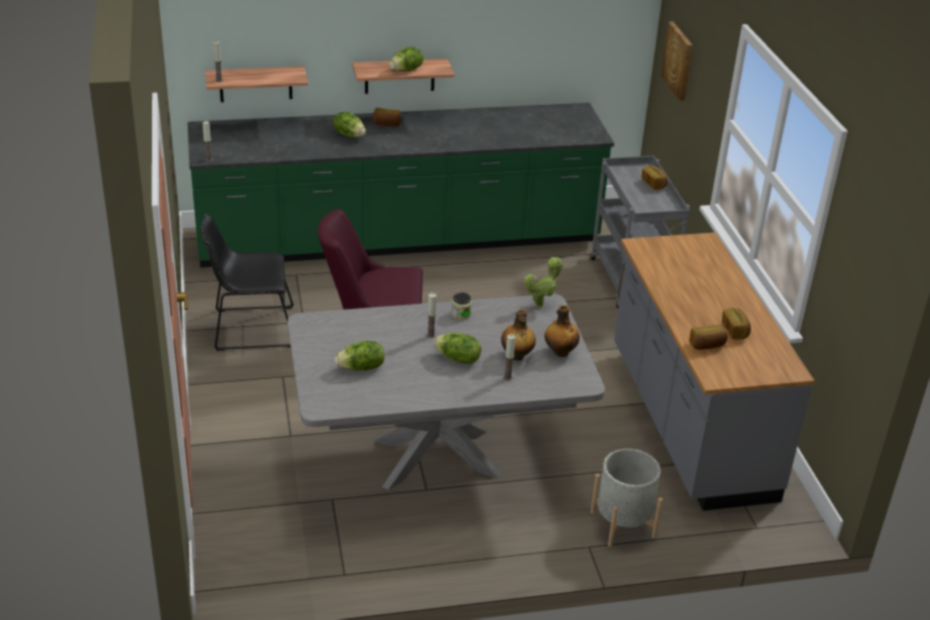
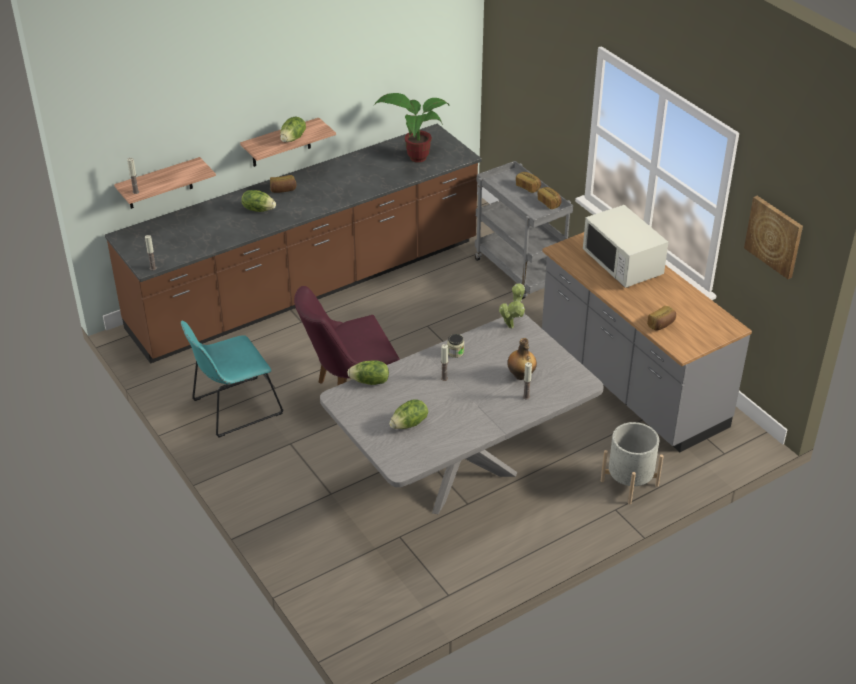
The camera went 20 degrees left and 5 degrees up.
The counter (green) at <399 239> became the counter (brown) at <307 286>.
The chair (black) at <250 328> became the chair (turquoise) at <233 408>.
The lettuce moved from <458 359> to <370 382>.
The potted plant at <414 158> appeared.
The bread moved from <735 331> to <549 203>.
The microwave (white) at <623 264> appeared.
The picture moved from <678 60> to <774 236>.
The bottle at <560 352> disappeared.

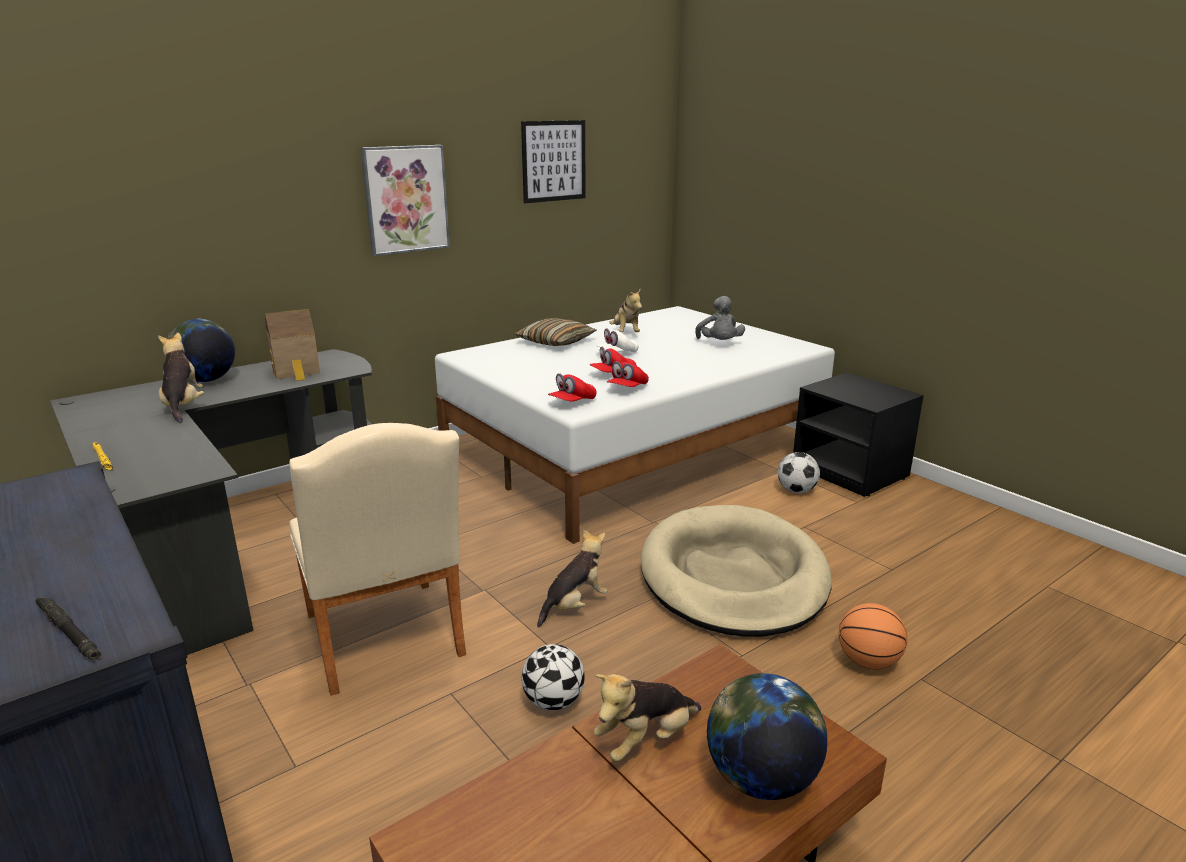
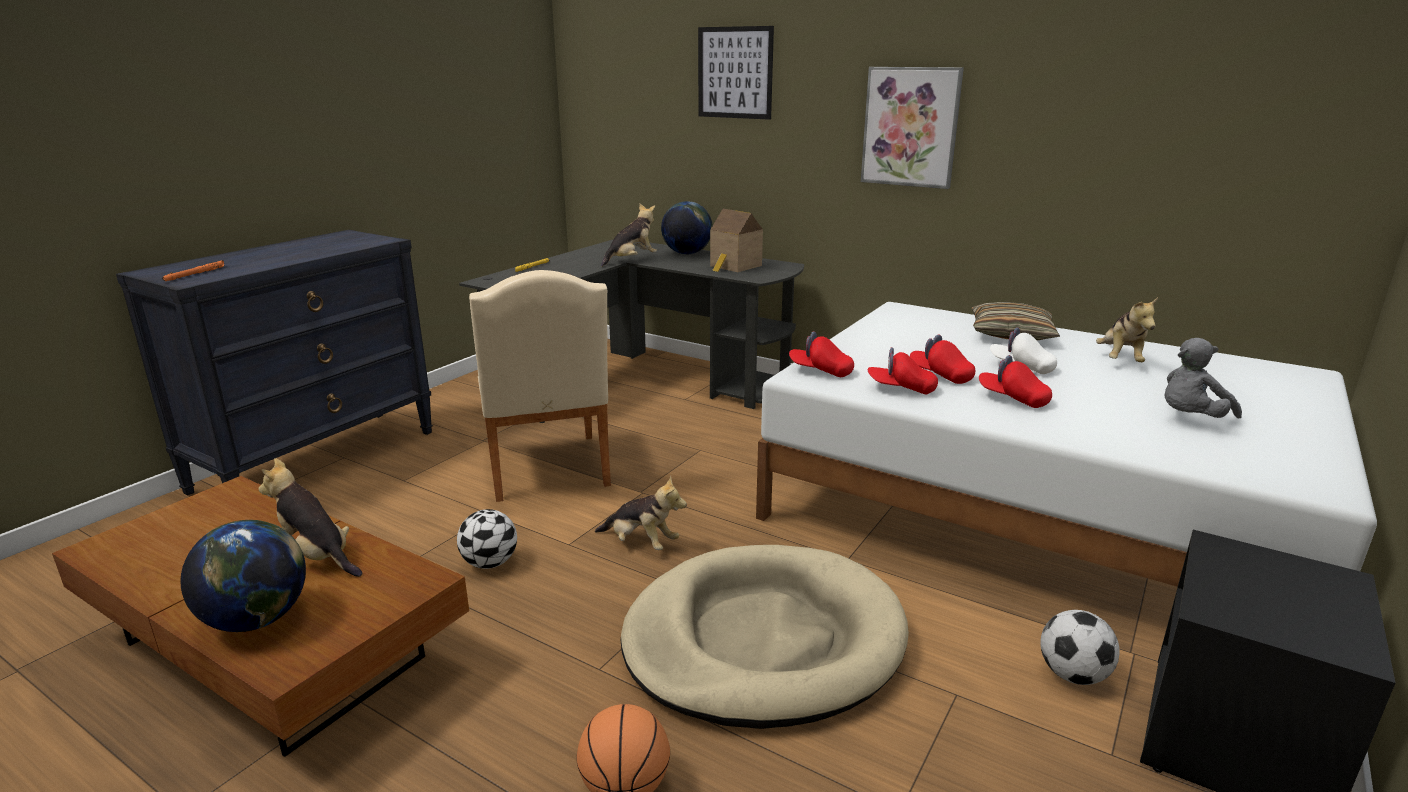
The camera went 70 degrees right and 0 degrees up.
The flashlight (black) at <68 632> became the flashlight (orange) at <196 274>.
The chair (beige) at <386 641> turned 60 degrees counterclockwise.
The picture moved from <554 161> to <735 73>.
The cap (red) at <1013 399> appeared.
The plush toy at <625 333> turned 45 degrees counterclockwise.

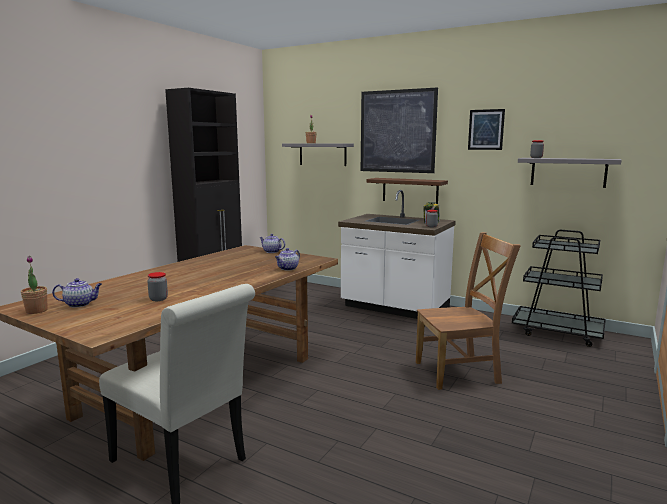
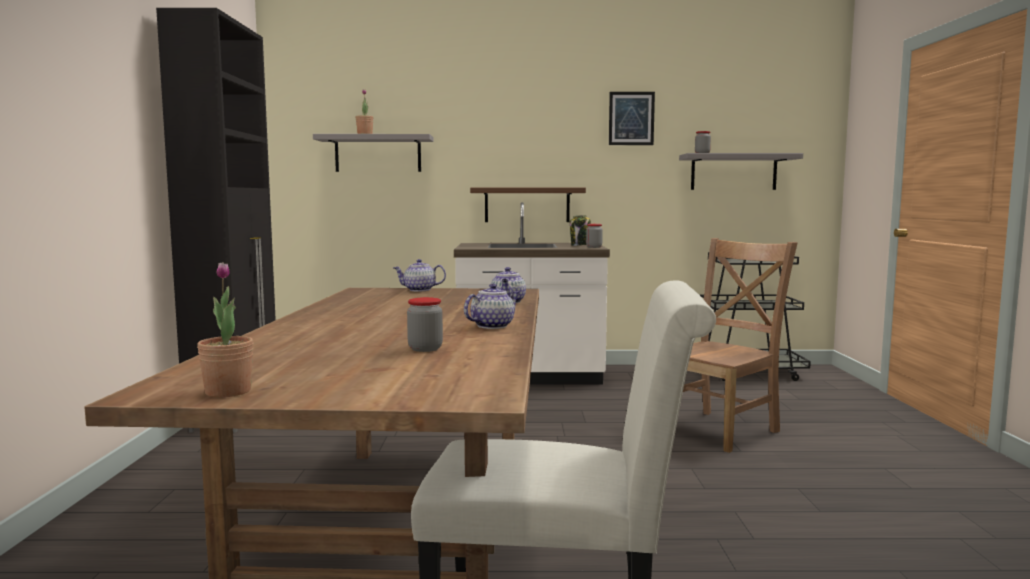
The camera went 30 degrees left and 5 degrees down.
The teapot moved from <80 304> to <493 326>.
The picture at <397 131> disappeared.

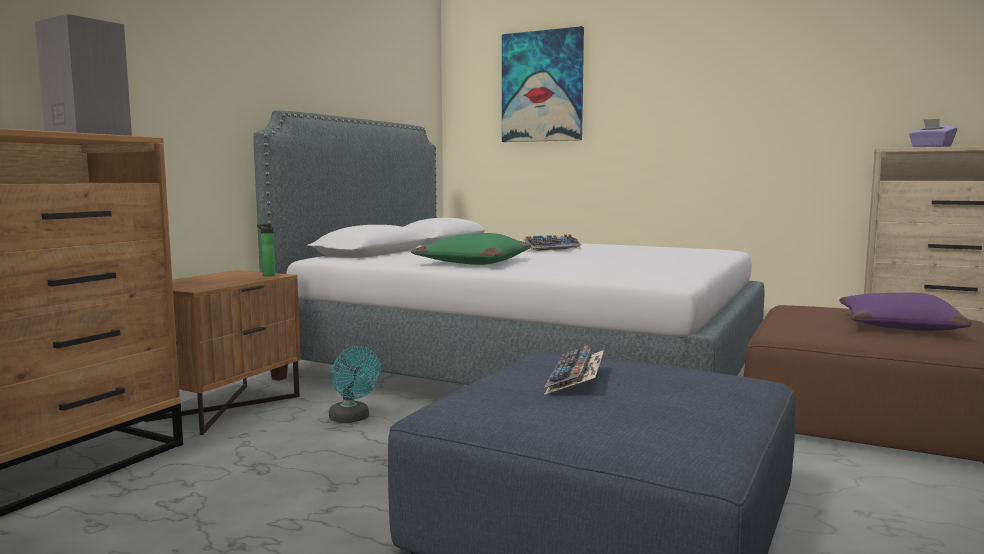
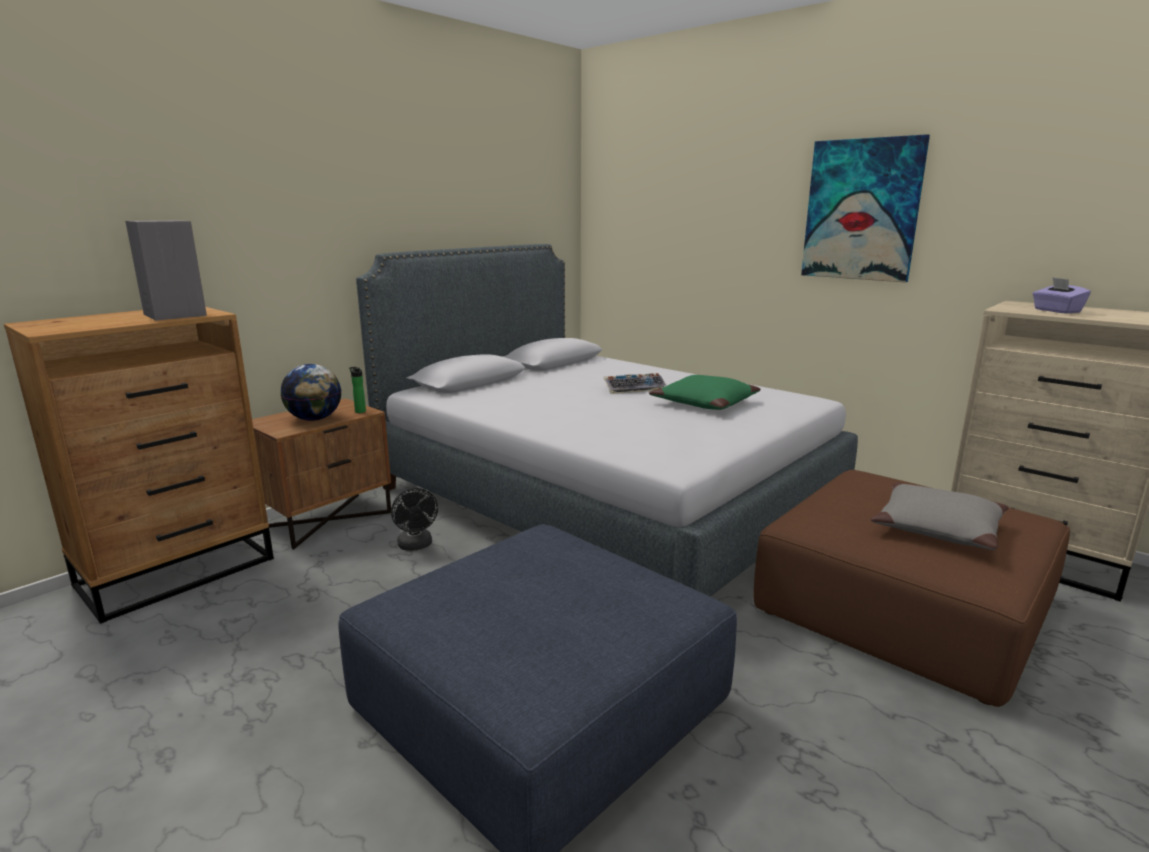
The camera went 15 degrees right and 10 degrees up.
The globe at <314 419> appeared.
The fan (turquoise) at <352 419> became the fan (black) at <416 546>.
The pillow (green) moved from <472 263> to <704 403>.
The picture moved from <542 86> to <861 210>.
The pillow (purple) at <899 326> became the pillow (grey) at <937 529>.
The keyboard at <576 381> disappeared.

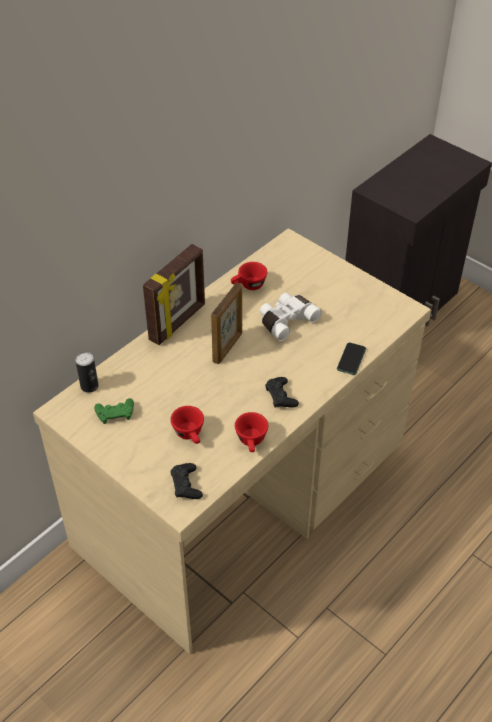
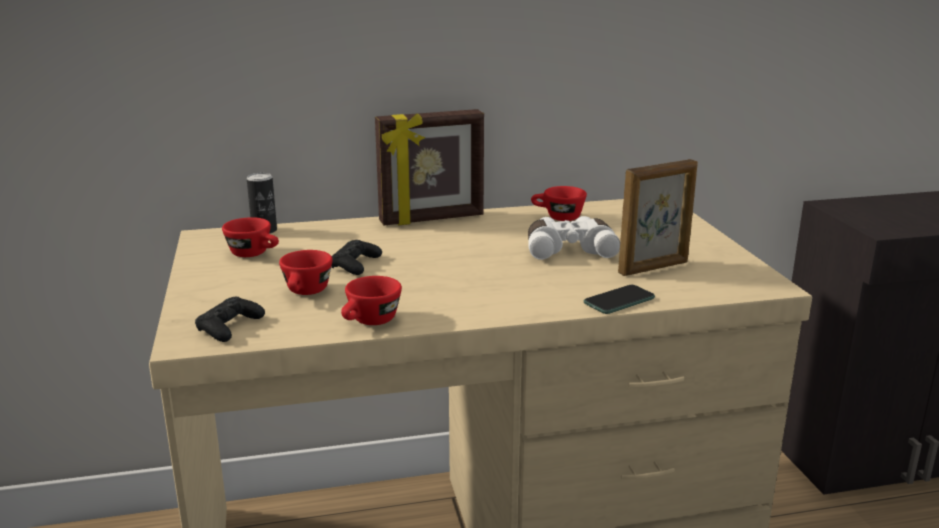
The camera went 35 degrees right and 25 degrees down.
The game controller (green) at <115 413> was replaced by the cup (red) at <255 254>.
The game controller (black) moved from <281 396> to <355 264>.
The picture frame moved from <228 347> to <654 268>.

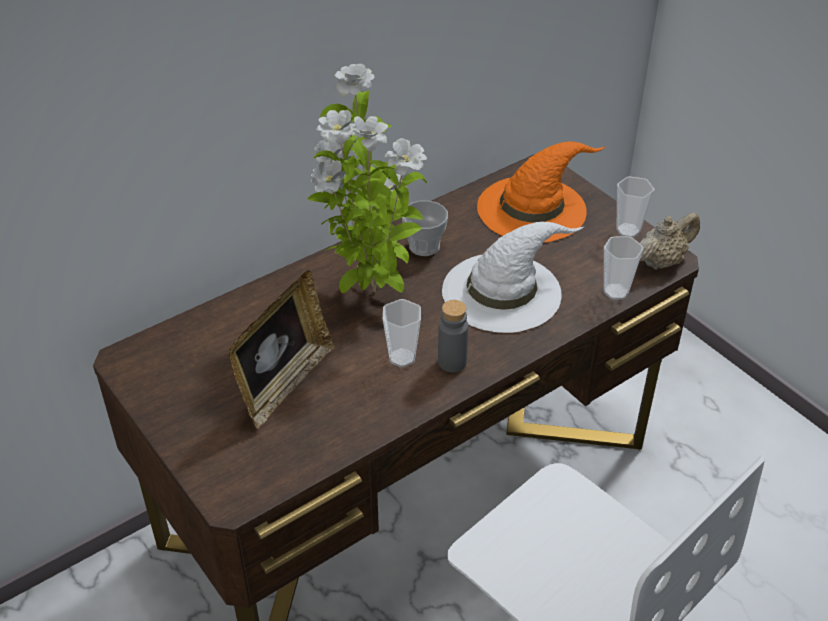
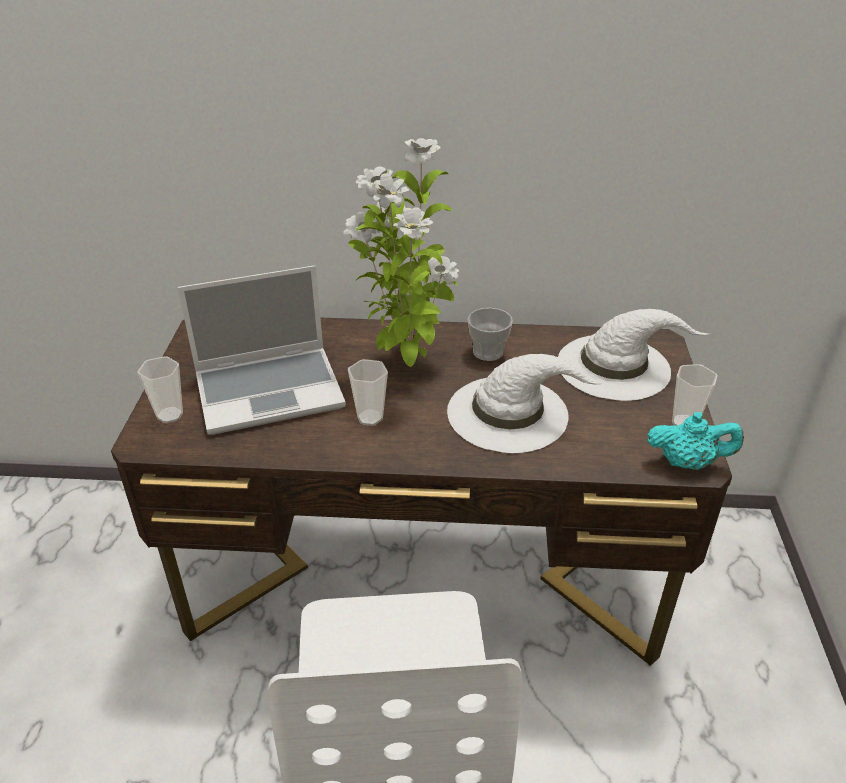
The camera went 40 degrees right and 5 degrees down.
The cup moved from <616 292> to <170 415>.
The picture frame at <284 383> was replaced by the laptop at <271 390>.
The hat (orange) at <533 208> became the hat (white) at <615 366>.
The teapot (beige) at <661 261> became the teapot (turquoise) at <687 463>.
The bottle (grey) at <452 362> disappeared.

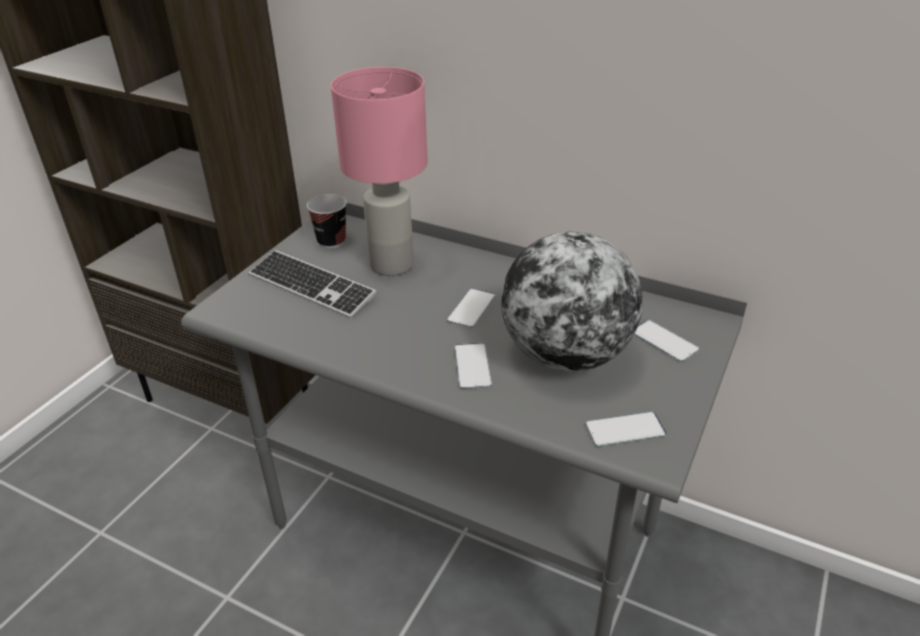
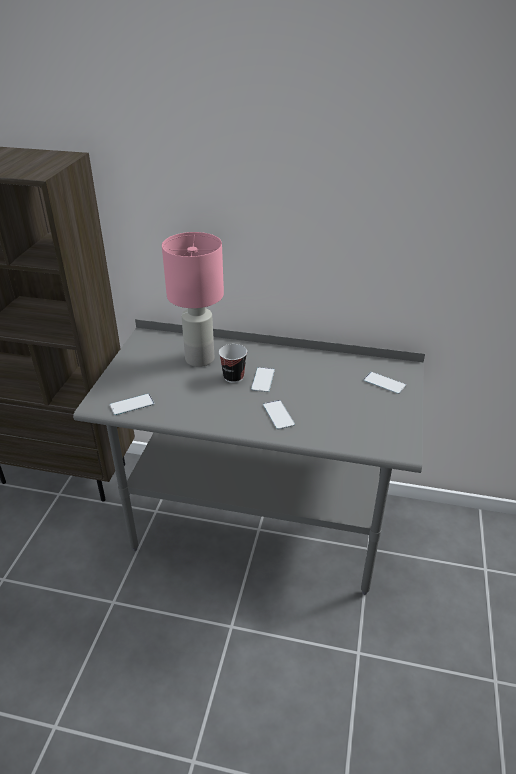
The camera went 15 degrees left and 0 degrees up.
The phone moved from <625 430> to <132 404>.
The cup moved from <331 241> to <233 377>.
The keyboard at <311 286> disappeared.
The globe at <566 355> disappeared.

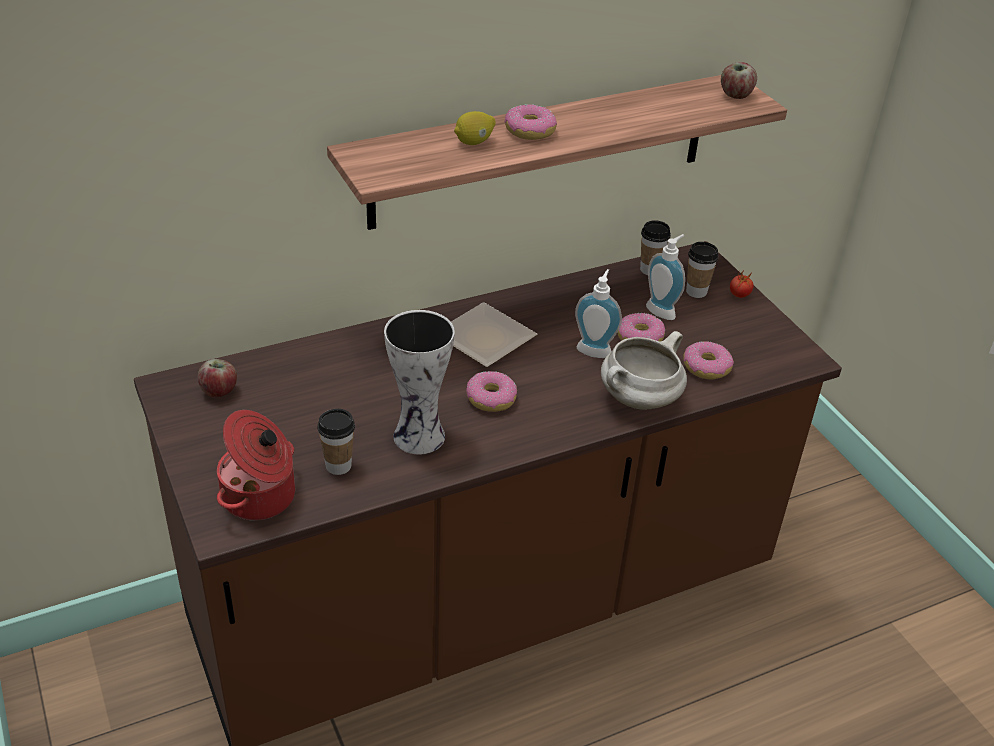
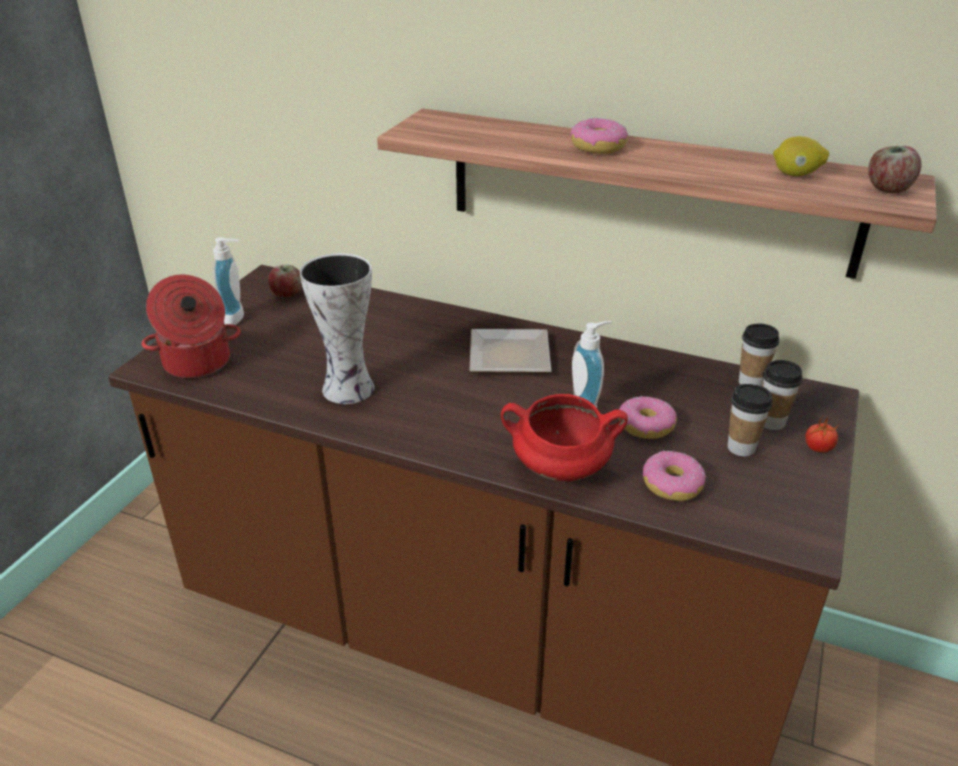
The camera went 50 degrees right and 5 degrees down.
The soap dispenser moved from <663 310> to <238 318>.
The cooking pot (white) at <639 400> became the cooking pot (red) at <559 470>.
The cup moved from <338 466> to <741 448>.
The lemon moved from <474 142> to <796 175>.
The donut at <490 398> disappeared.

